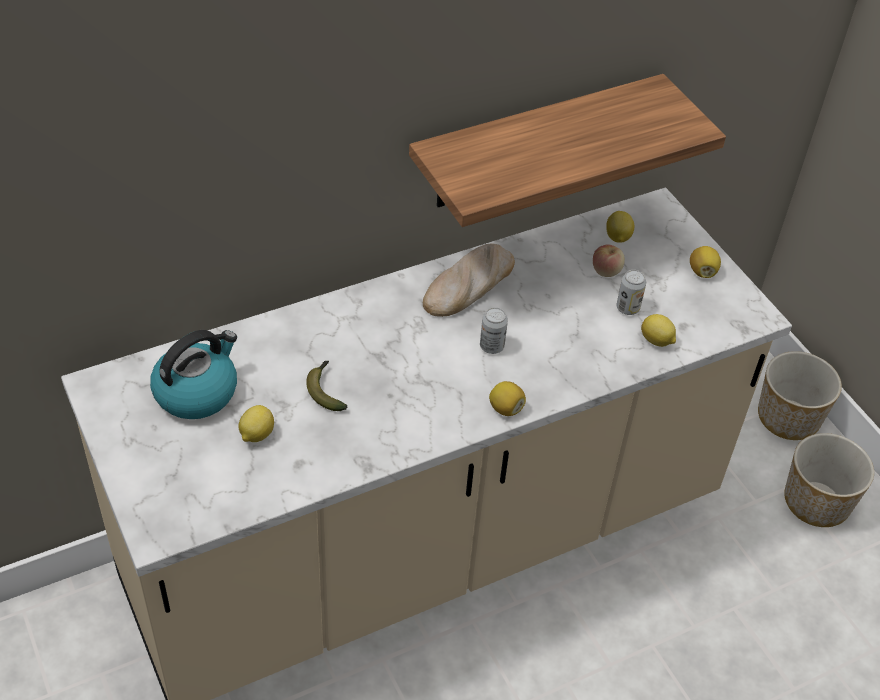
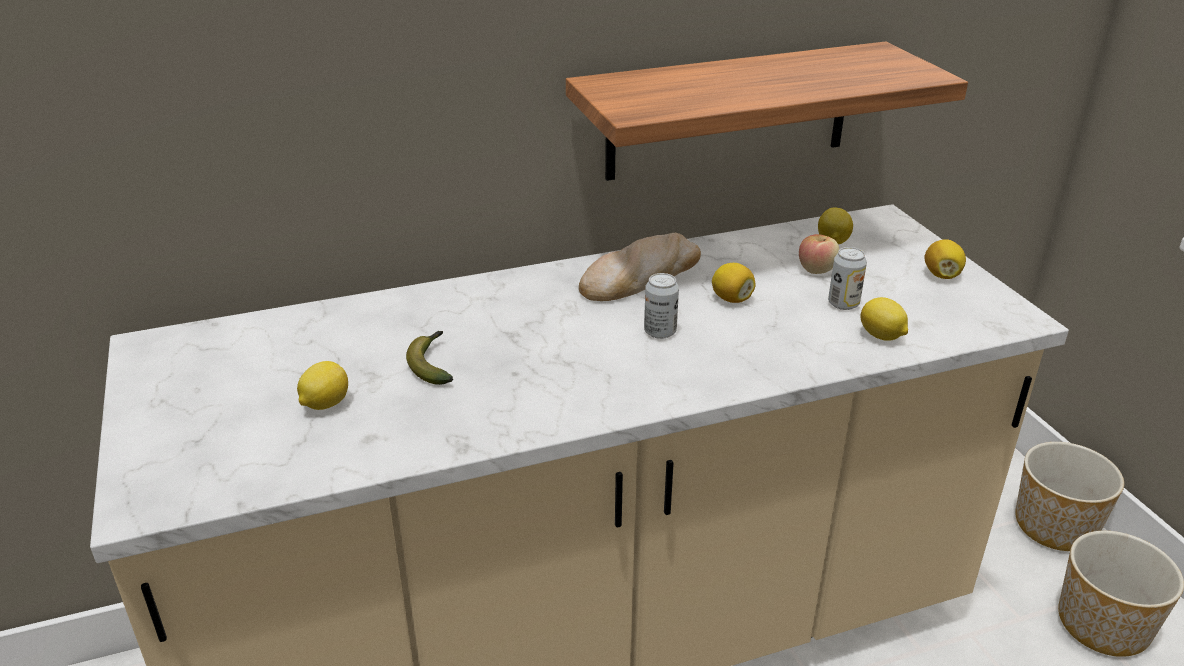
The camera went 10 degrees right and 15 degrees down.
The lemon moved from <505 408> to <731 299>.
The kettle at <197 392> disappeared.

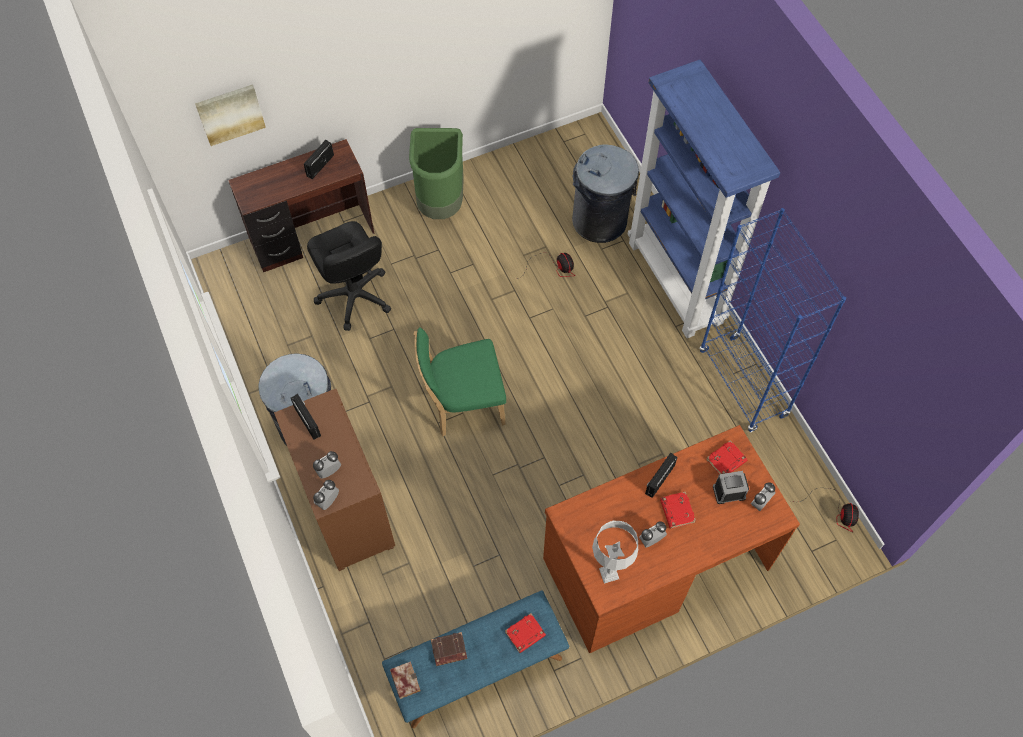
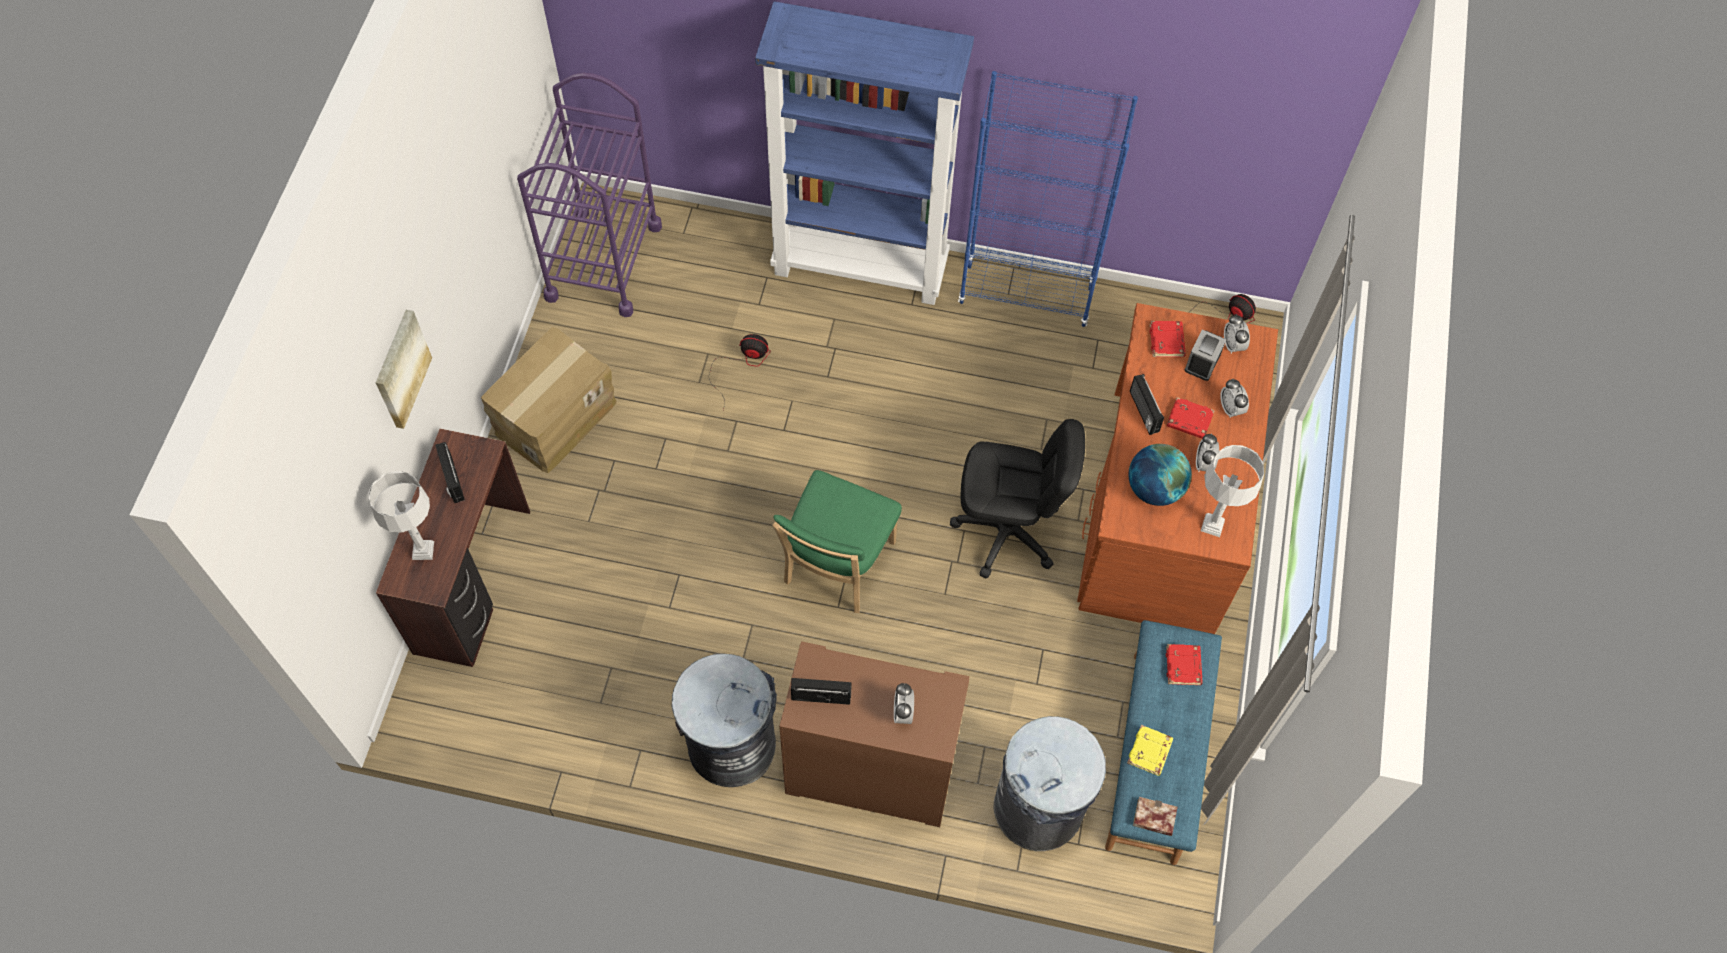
The camera went 55 degrees left and 0 degrees up.
The table lamp (grey) at <423 550> appeared.
The picture moved from <230 113> to <400 369>.
The trash can (green) at <441 204> was replaced by the cardboard box at <555 417>.
The cart (purple) at <603 261> appeared.
The office chair (black) moved from <354 297> to <1007 532>.
The trash can (grey) moved from <600 221> to <1039 808>.
The book (brown) at <448 650> became the book (yellow) at <1150 752>.
The globe at <1154 488> appeared.
The alarm clock moved from <328 501> to <1230 409>.

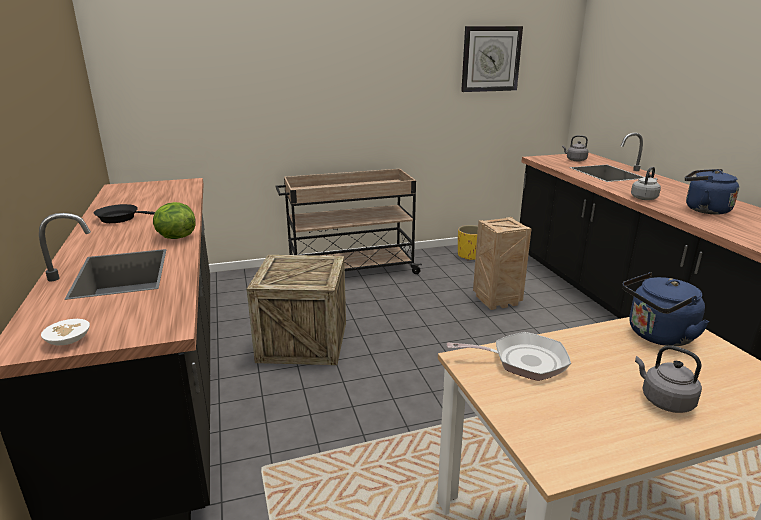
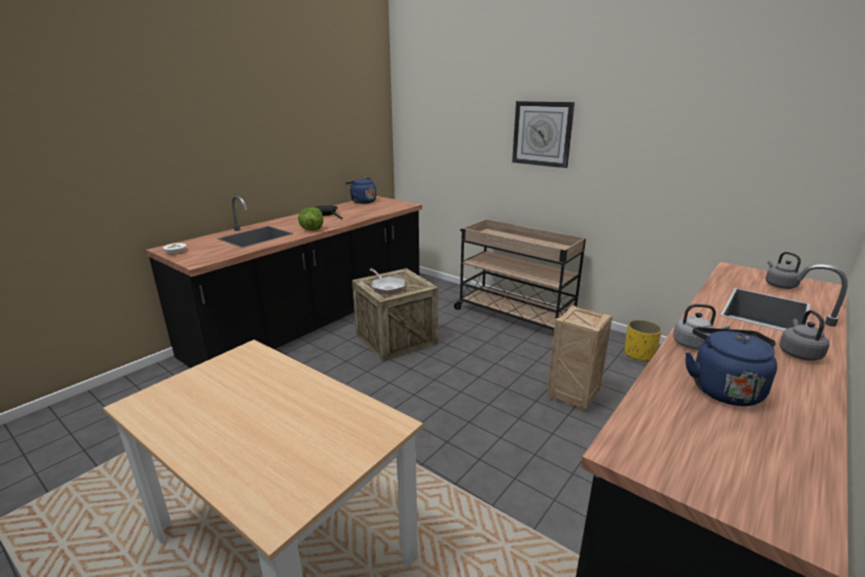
The camera went 55 degrees right and 0 degrees up.
The kettle (blue) moved from <657 336> to <362 202>.
The frying pan moved from <523 361> to <387 287>.
The wall clock moved from <491 59> to <542 133>.
The kettle (grey) moved from <664 400> to <798 353>.

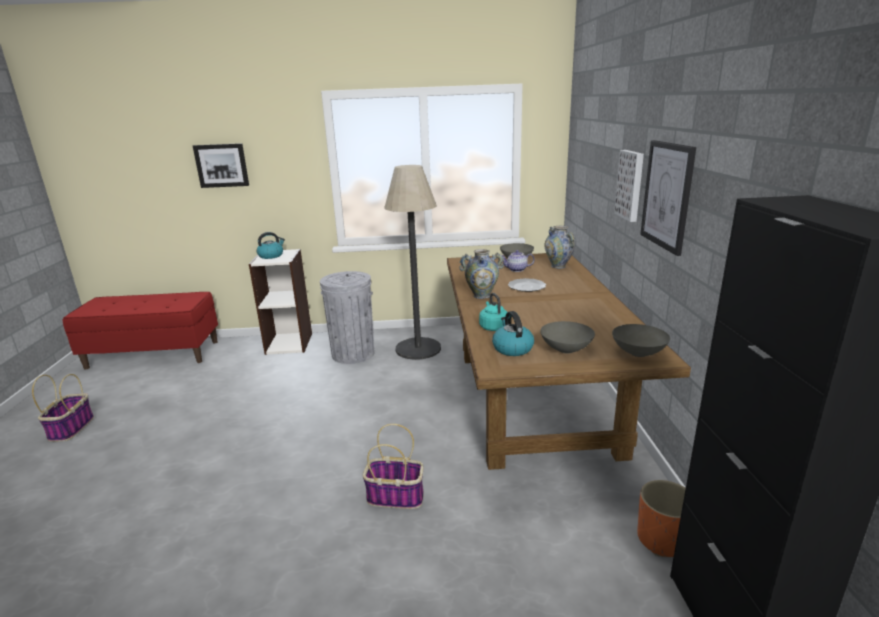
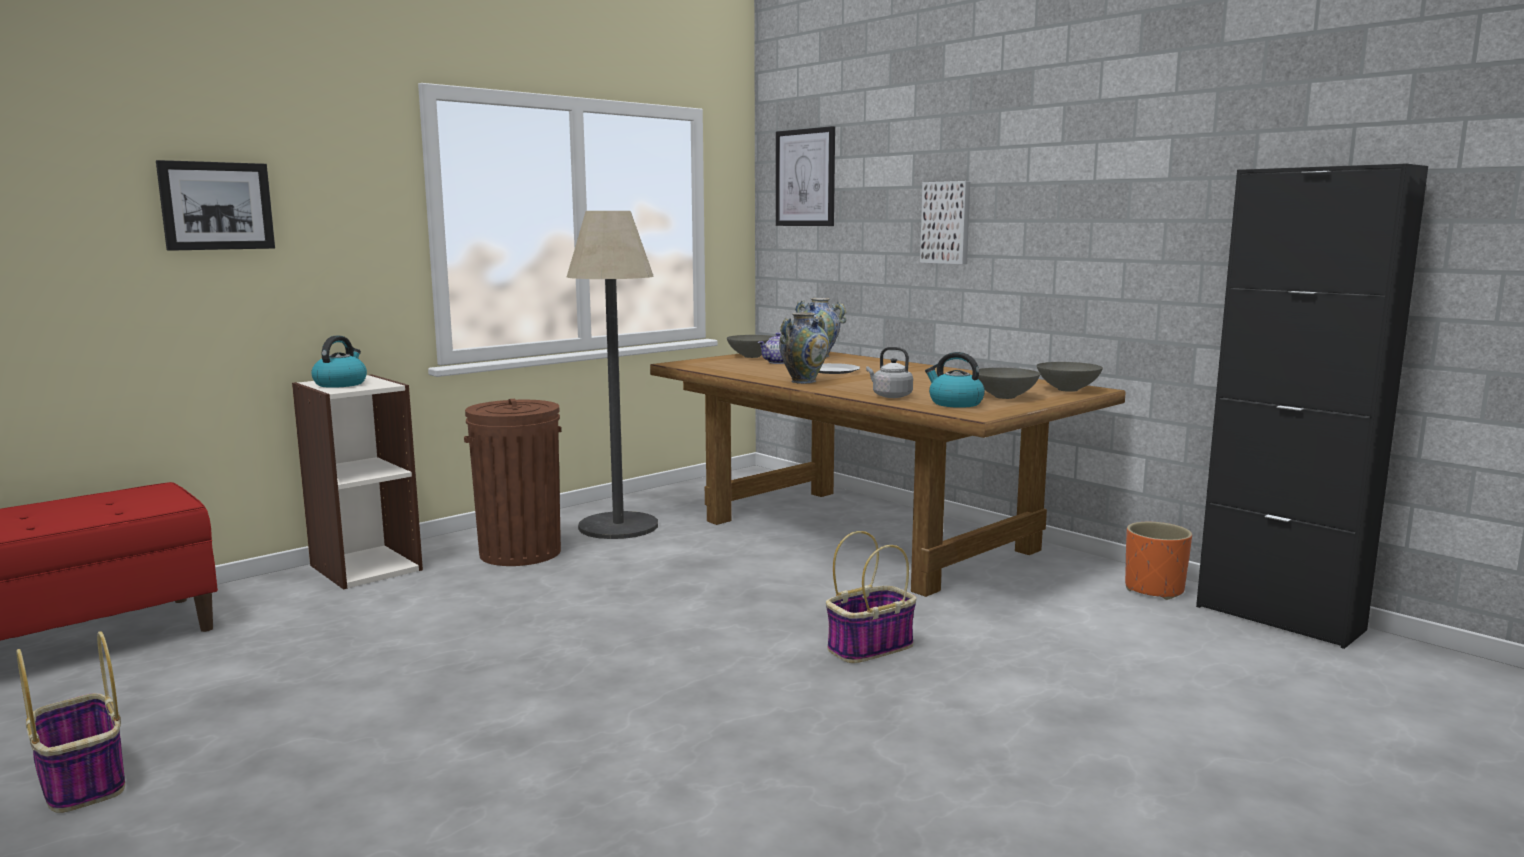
The camera went 40 degrees left and 10 degrees down.
The trash can (grey) at <353 353> became the trash can (brown) at <520 552>.
The picture moved from <667 195> to <805 178>.
The kettle (turquoise) at <493 327> became the kettle (grey) at <890 396>.

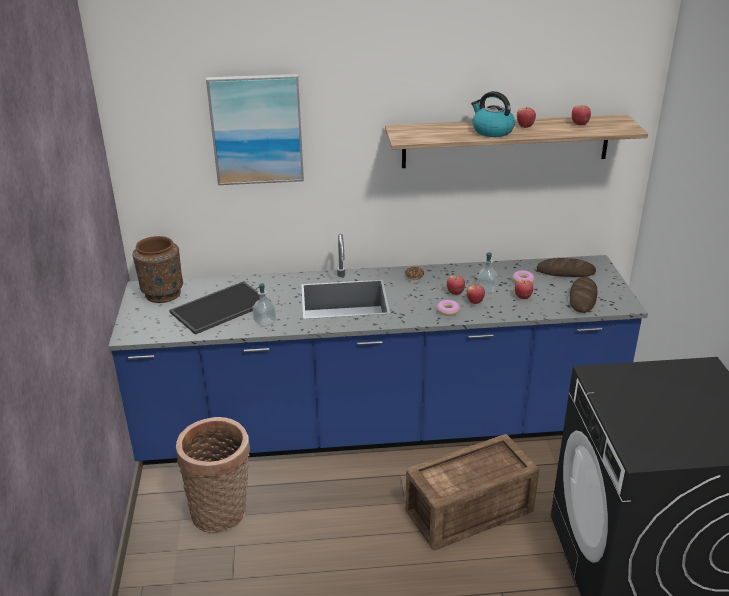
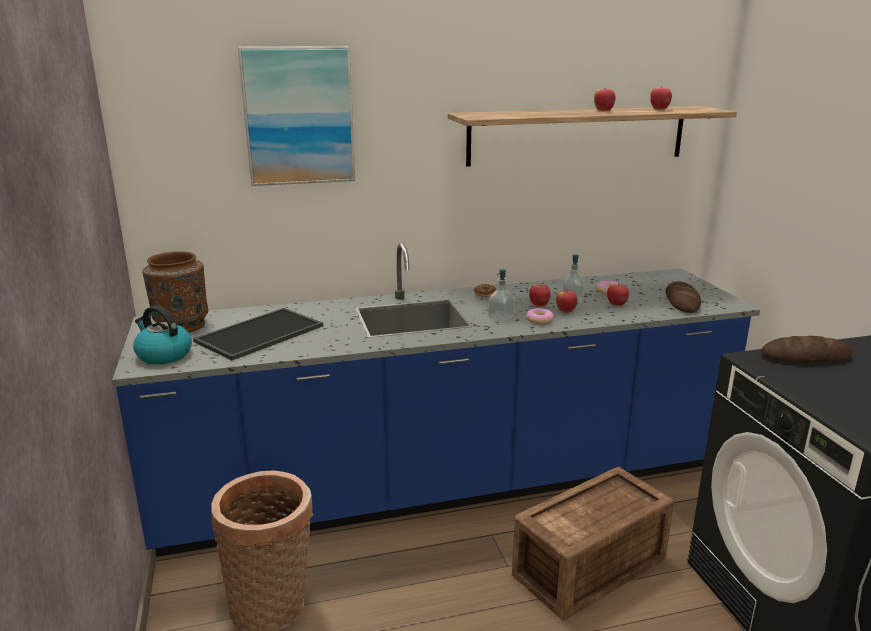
The camera went 10 degrees left and 10 degrees down.
The kettle moved from <491 131> to <163 355>.
The soap dispenser moved from <265 322> to <501 318>.
The bread moved from <565 272> to <805 356>.

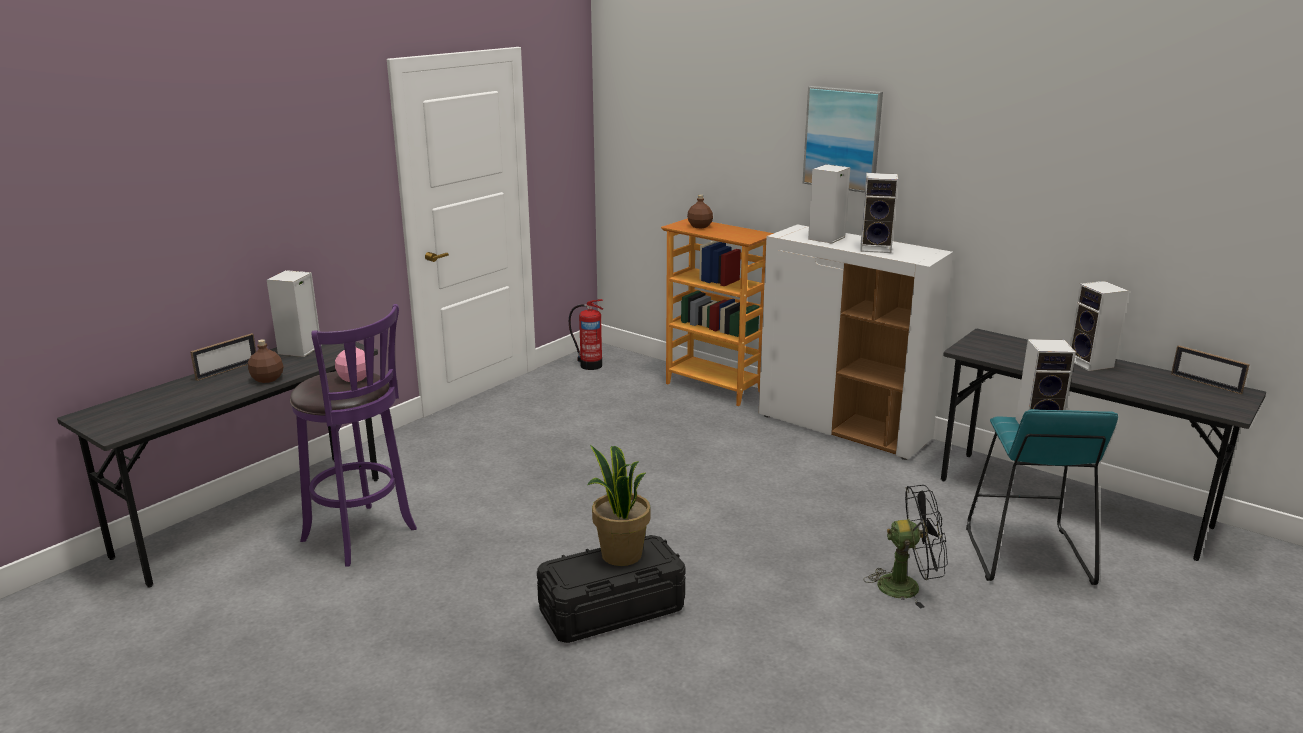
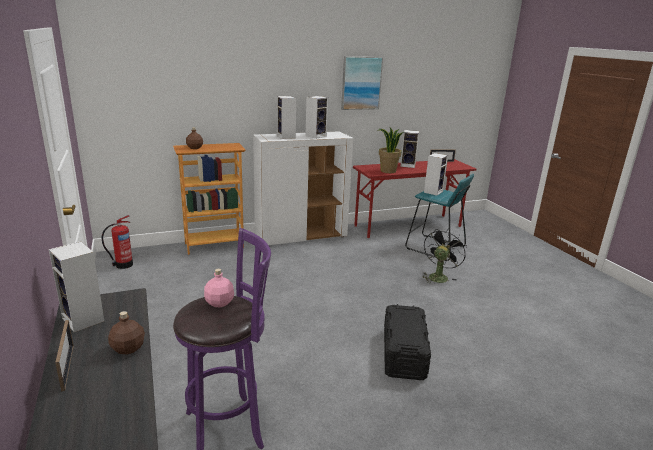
The camera went 60 degrees left and 0 degrees up.
The picture moved from <842 139> to <361 83>.
The desk (grey) at <1073 503> became the desk (red) at <408 226>.
The potted plant moved from <620 555> to <388 171>.

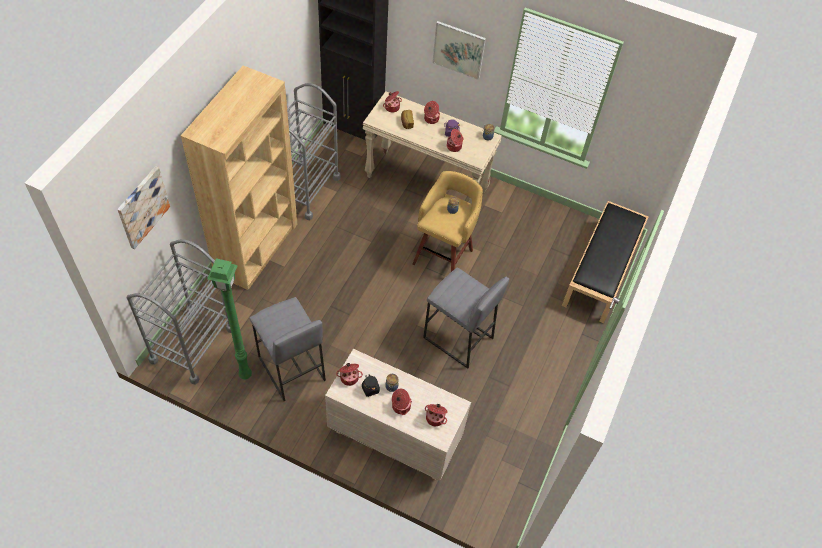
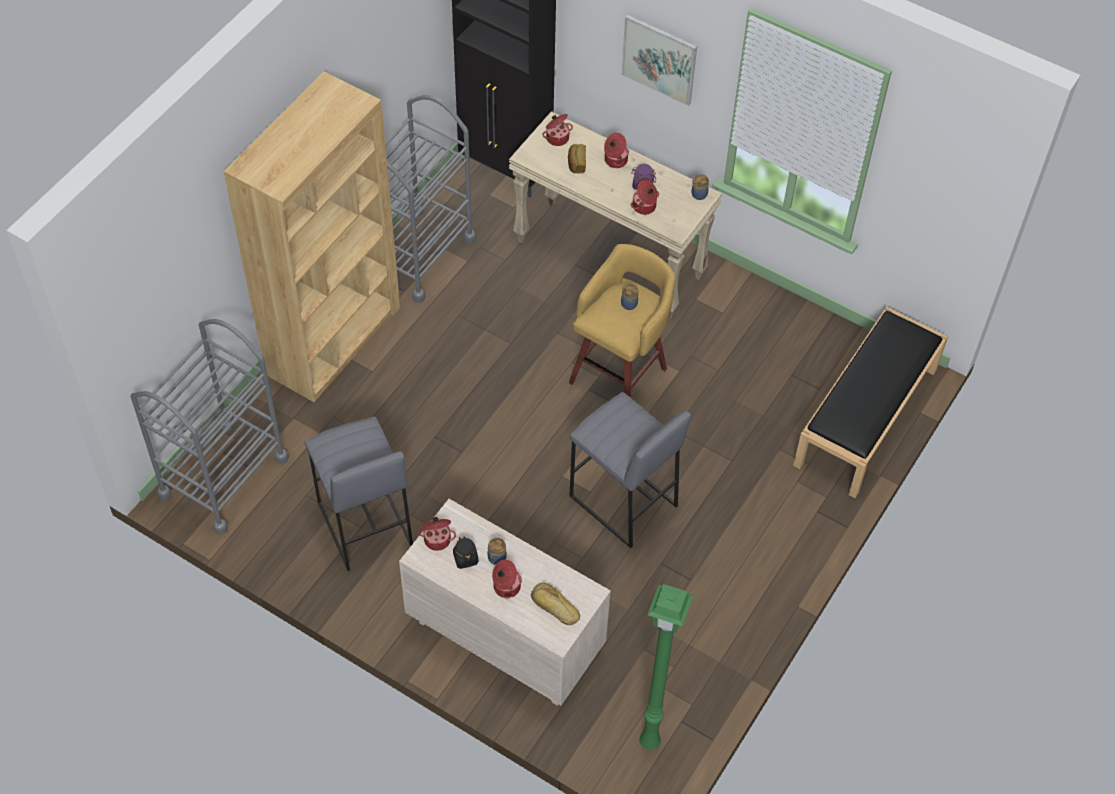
The camera went 10 degrees right and 0 degrees up.
The cooking pot at <435 417> was replaced by the bread at <554 607>.
The floor lamp (green) moved from <246 374> to <651 741>.
The picture at <142 207> disappeared.

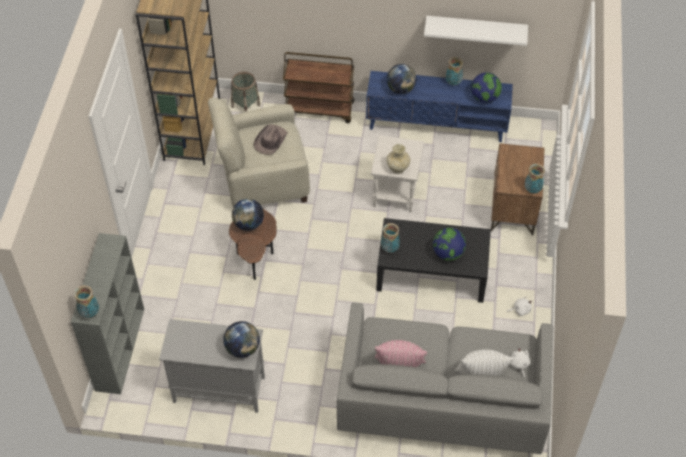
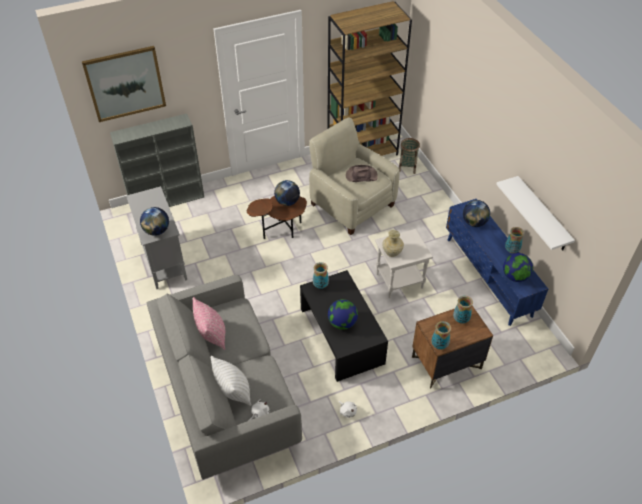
The camera went 60 degrees right and 5 degrees down.
The picture at <125 83> appeared.
The vase moved from <89 313> to <460 320>.
The cart (brown) at <319 109> disappeared.

